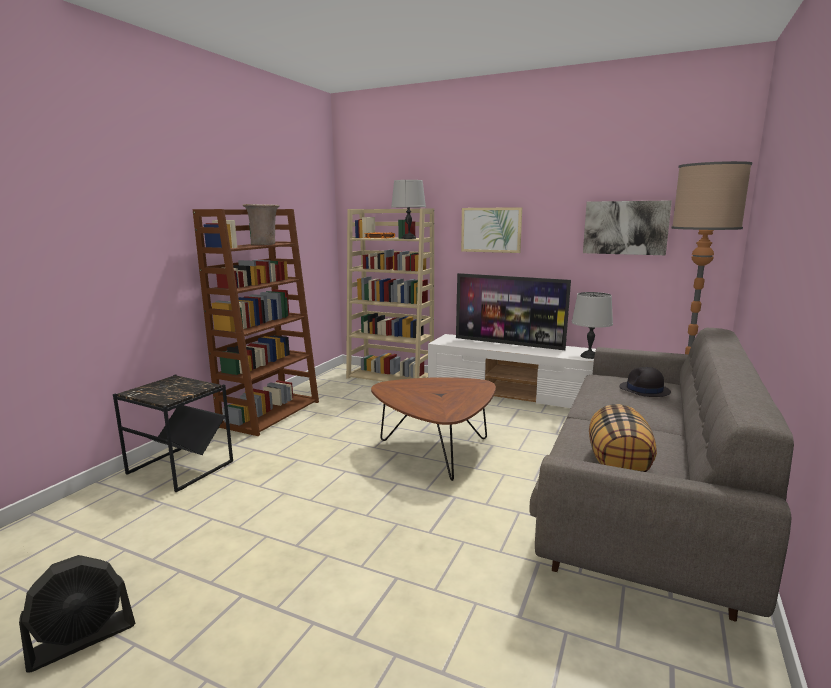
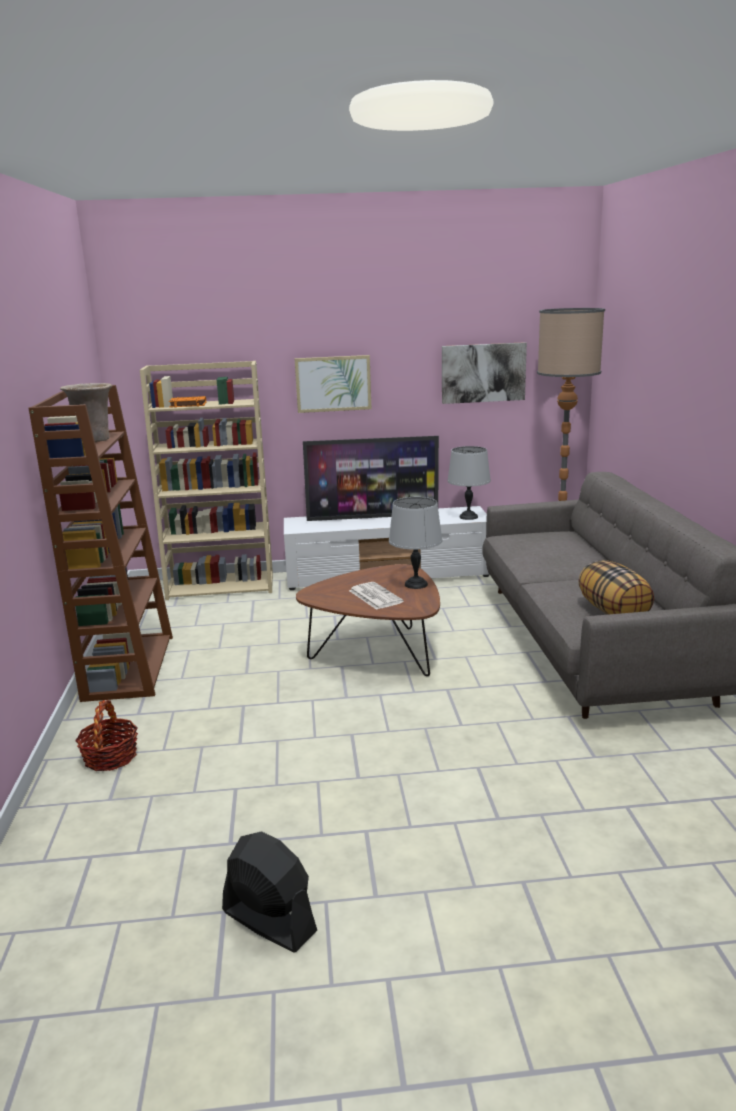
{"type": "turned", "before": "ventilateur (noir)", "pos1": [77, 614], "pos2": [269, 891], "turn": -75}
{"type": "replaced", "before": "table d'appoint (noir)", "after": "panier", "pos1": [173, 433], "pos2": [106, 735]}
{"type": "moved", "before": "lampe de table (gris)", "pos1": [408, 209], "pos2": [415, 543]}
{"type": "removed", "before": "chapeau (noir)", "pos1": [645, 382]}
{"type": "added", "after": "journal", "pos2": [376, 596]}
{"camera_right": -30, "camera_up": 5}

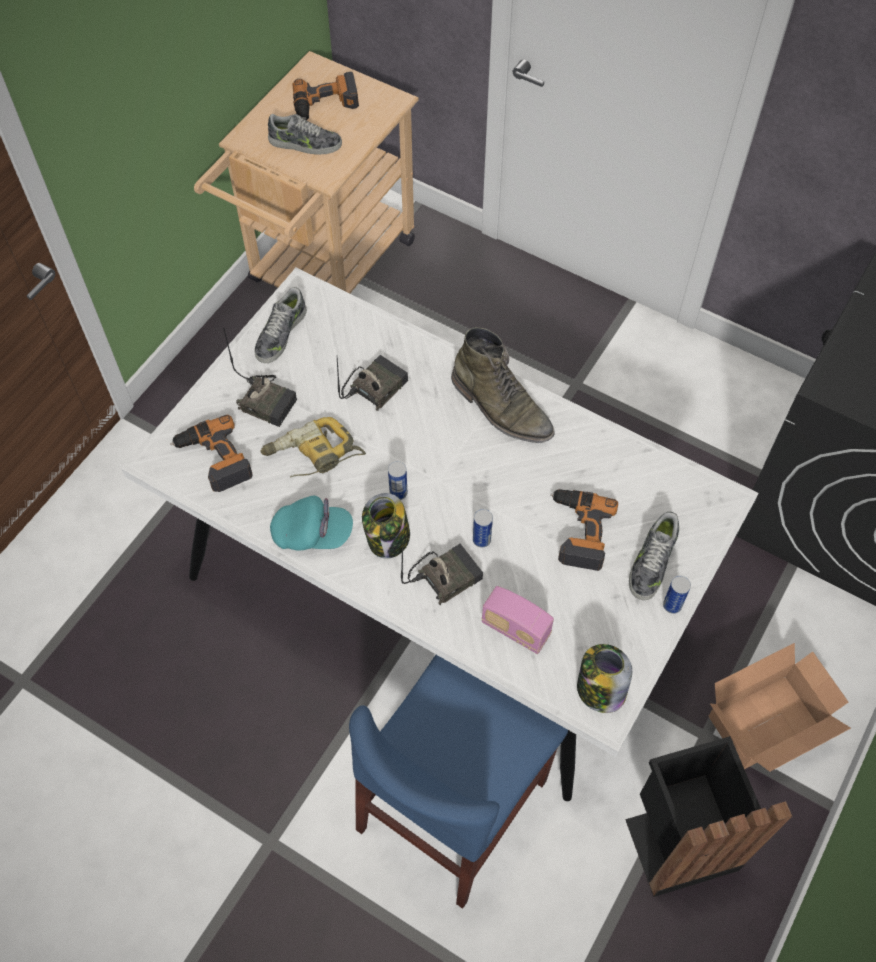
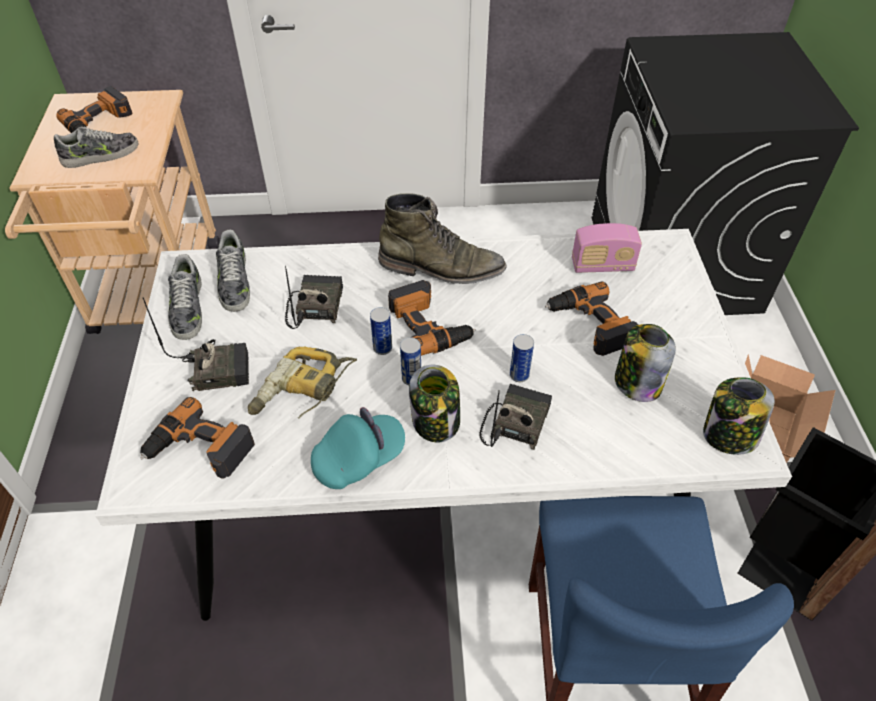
{"type": "moved", "before": "radio", "pos1": [517, 620], "pos2": [607, 248]}
{"type": "moved", "before": "chaussure", "pos1": [654, 556], "pos2": [233, 271]}
{"type": "moved", "before": "boîte métallique", "pos1": [677, 595], "pos2": [381, 331]}
{"type": "added", "after": "perceuse", "pos2": [432, 318]}
{"type": "added", "after": "bocal", "pos2": [645, 363]}
{"camera_right": -35, "camera_up": -10}

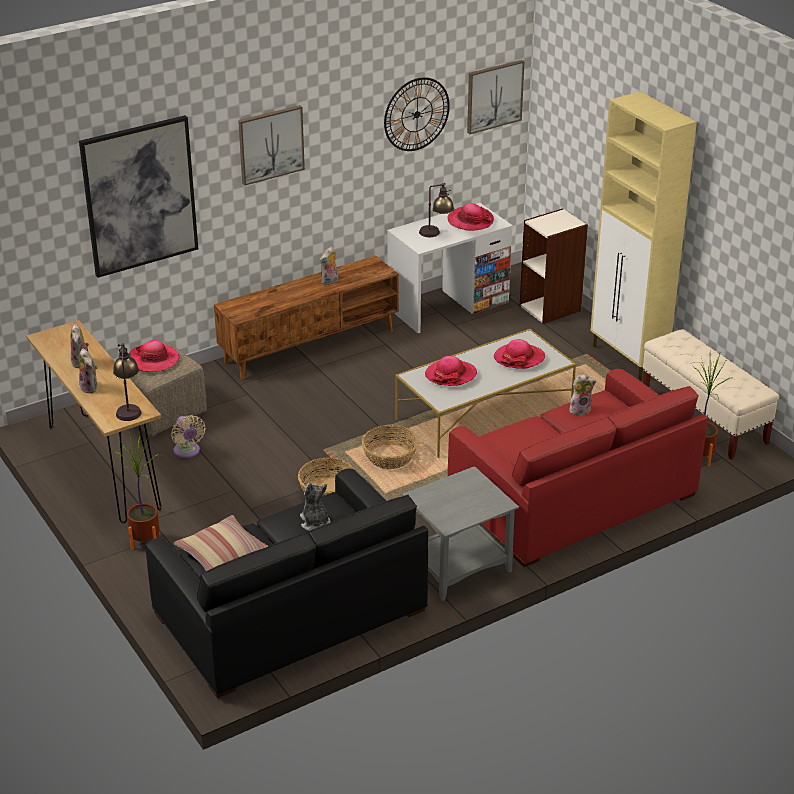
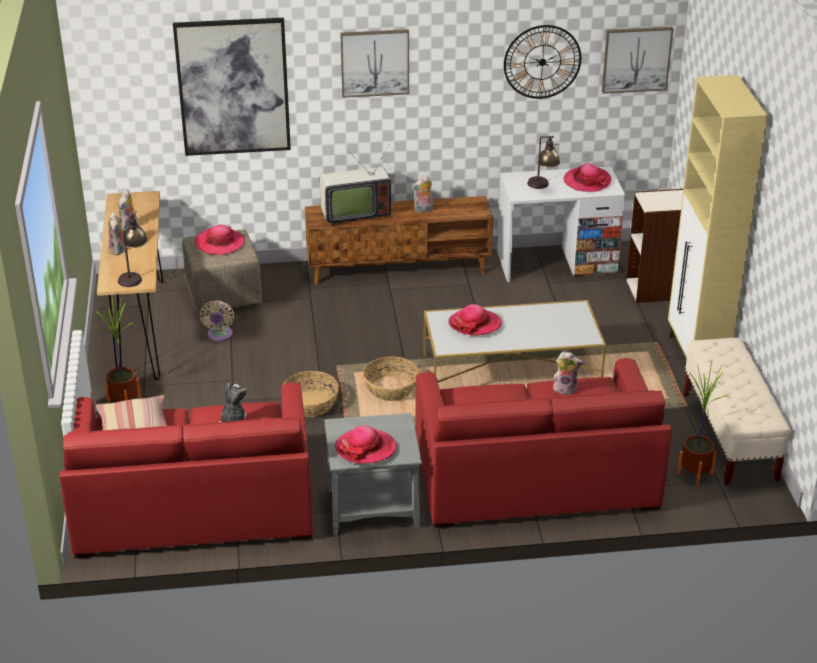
{"type": "recoloured", "before": "canapé (noir)", "after": "canapé (rouge)", "pos1": [286, 583], "pos2": [187, 470]}
{"type": "moved", "before": "chapeau", "pos1": [519, 354], "pos2": [366, 444]}
{"type": "added", "after": "téléviseur", "pos2": [355, 184]}
{"camera_right": 25, "camera_up": 0}

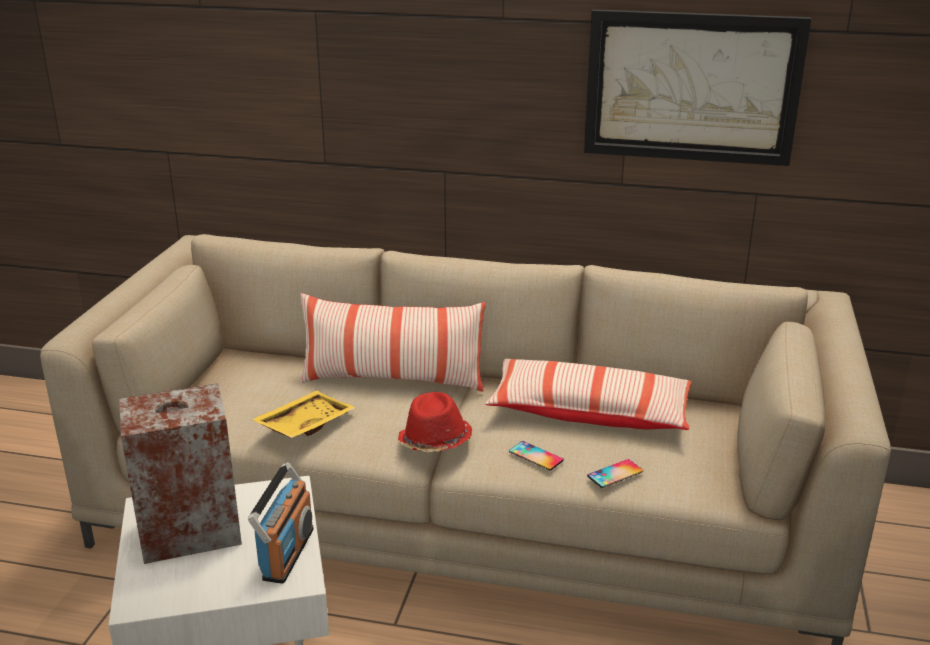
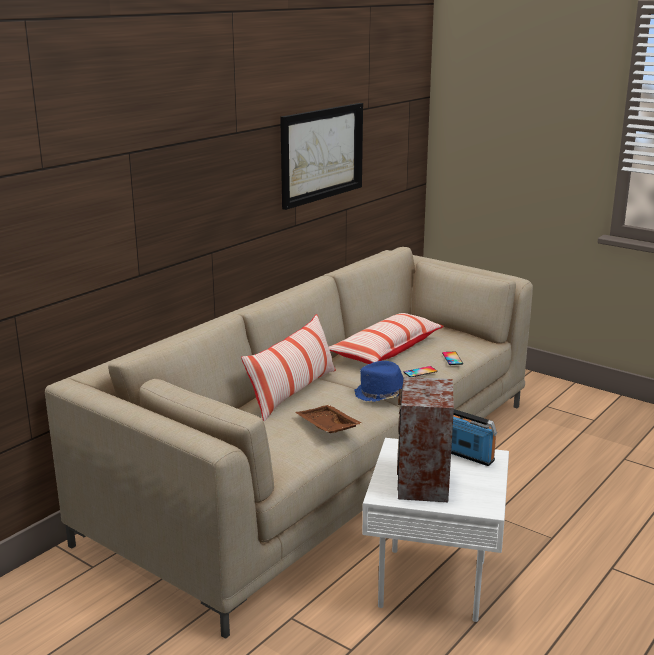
{"type": "recoloured", "before": "plateau (jaune)", "after": "plateau (marron)", "pos1": [303, 414], "pos2": [328, 419]}
{"type": "recoloured", "before": "chapeau (rouge)", "after": "chapeau (bleu)", "pos1": [434, 422], "pos2": [378, 381]}
{"camera_right": -65, "camera_up": -5}

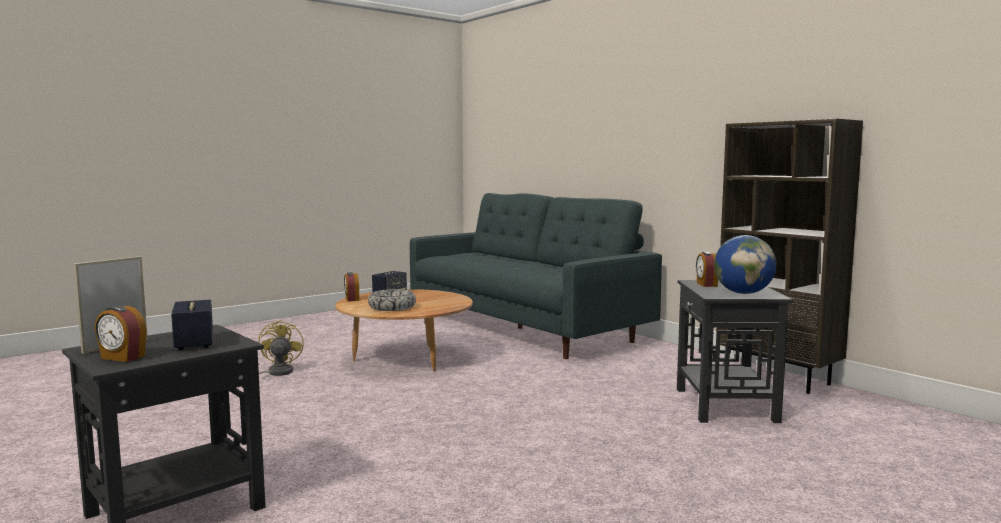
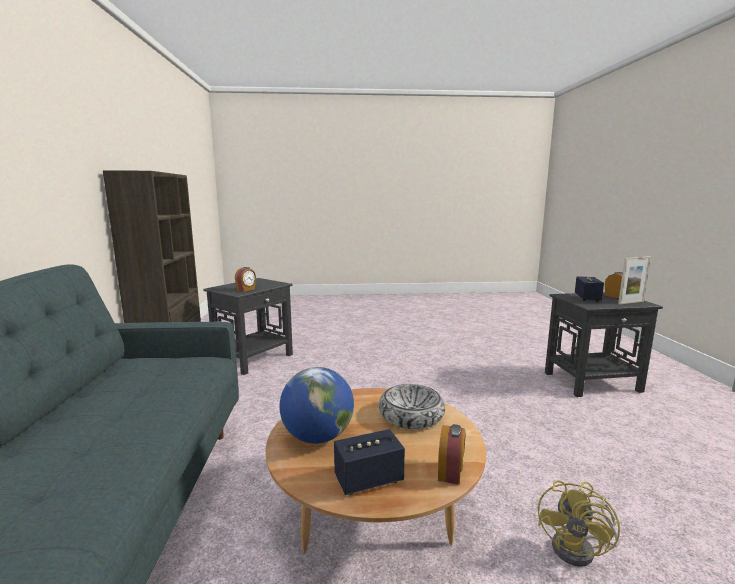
{"type": "moved", "before": "globe", "pos1": [745, 264], "pos2": [316, 405]}
{"camera_right": -145, "camera_up": 5}

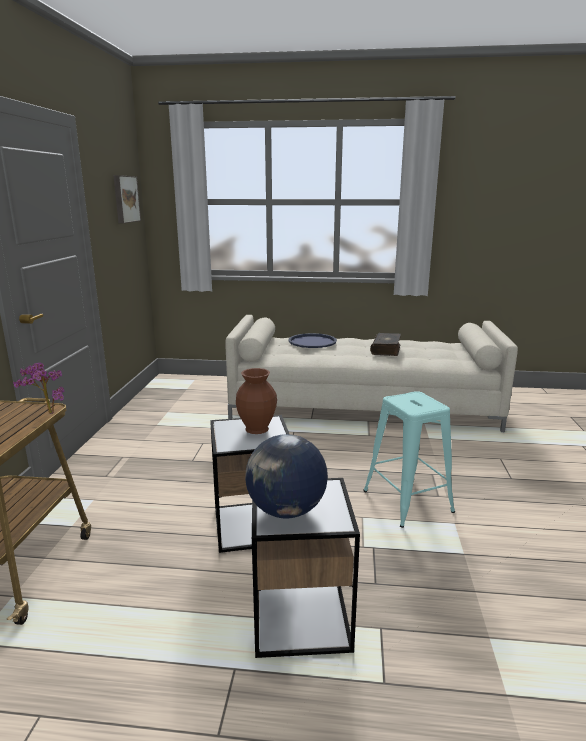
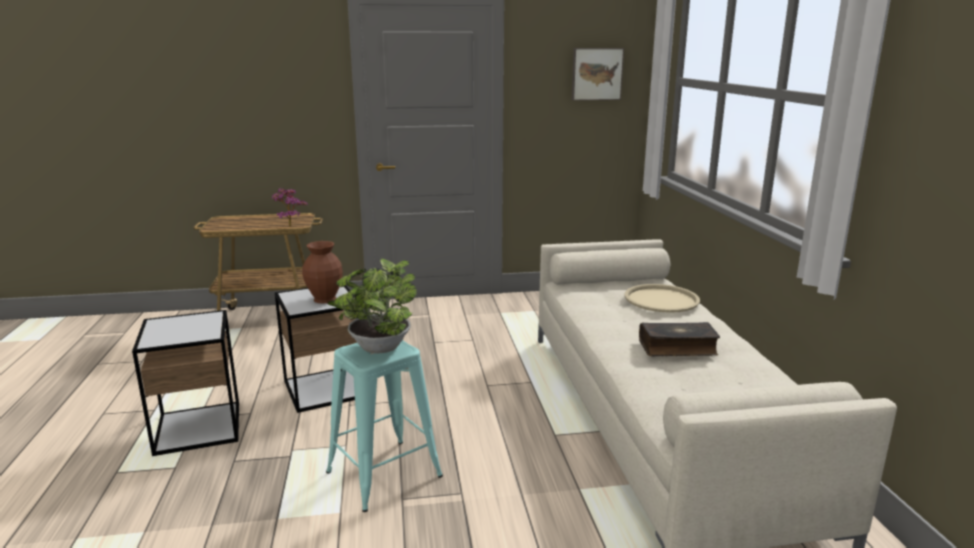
{"type": "removed", "before": "globe", "pos1": [286, 476]}
{"type": "recoloured", "before": "plateau (bleu)", "after": "plateau (beige)", "pos1": [312, 340], "pos2": [662, 298]}
{"type": "added", "after": "plante en pot", "pos2": [372, 306]}
{"camera_right": 75, "camera_up": 0}

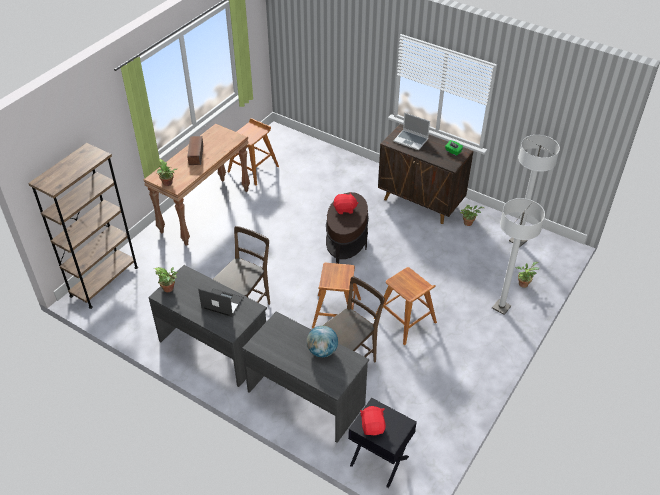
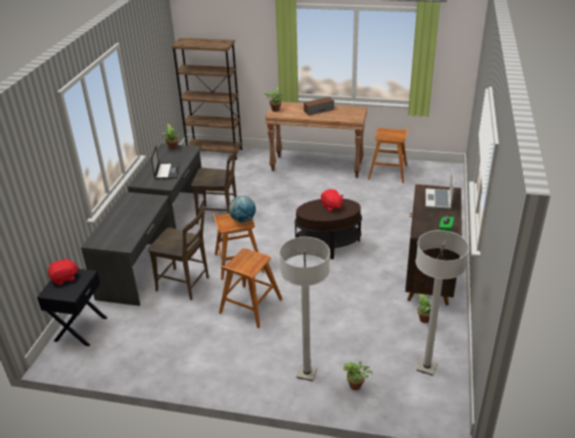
{"type": "moved", "before": "globe", "pos1": [322, 341], "pos2": [242, 208]}
{"camera_right": 70, "camera_up": -10}

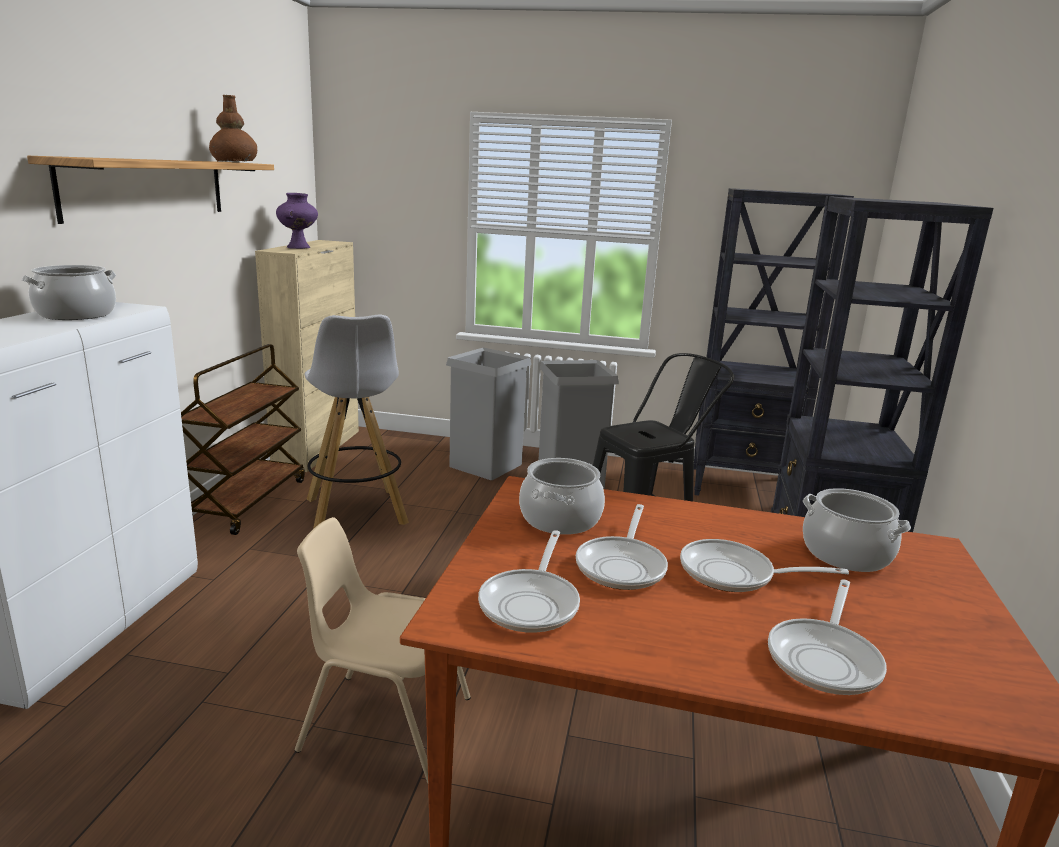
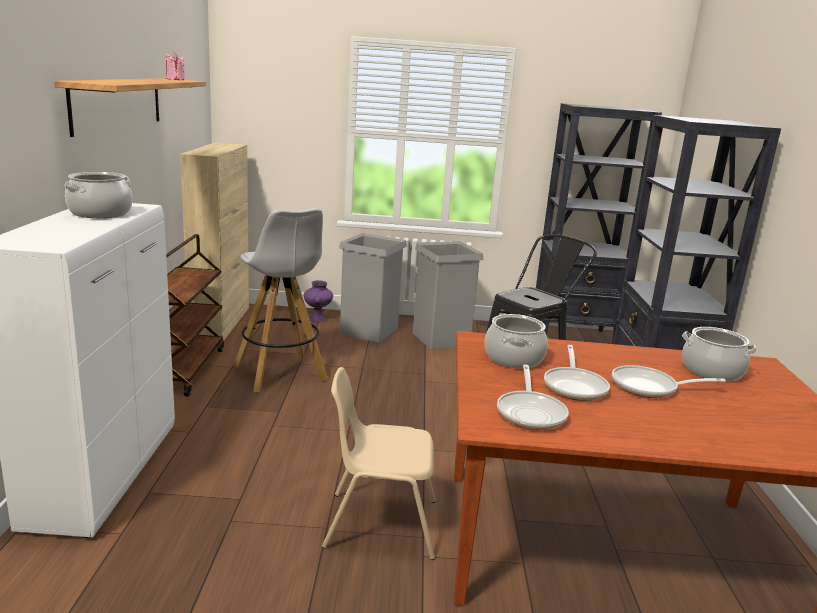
{"type": "replaced", "before": "vase (marron)", "after": "bougie (rose)", "pos1": [233, 128], "pos2": [175, 66]}
{"type": "moved", "before": "vase (violet)", "pos1": [297, 221], "pos2": [318, 301]}
{"type": "removed", "before": "poêle", "pos1": [827, 637]}
{"camera_right": -10, "camera_up": 0}

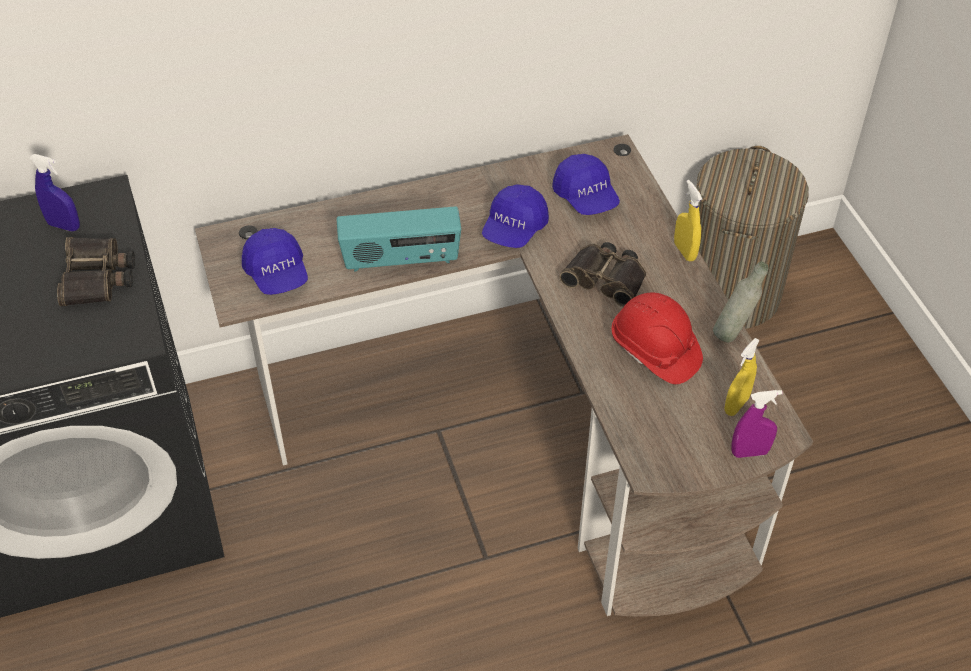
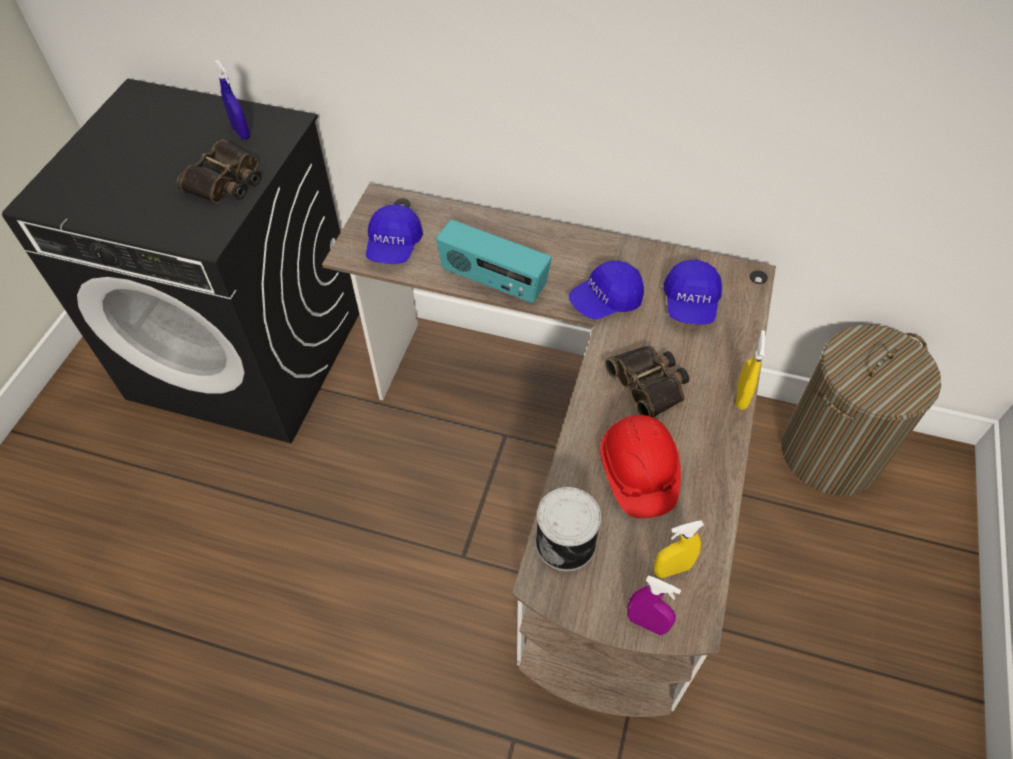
{"type": "removed", "before": "bouteille (gris)", "pos1": [741, 301]}
{"type": "added", "after": "boîte métallique", "pos2": [568, 529]}
{"camera_right": 35, "camera_up": 5}

